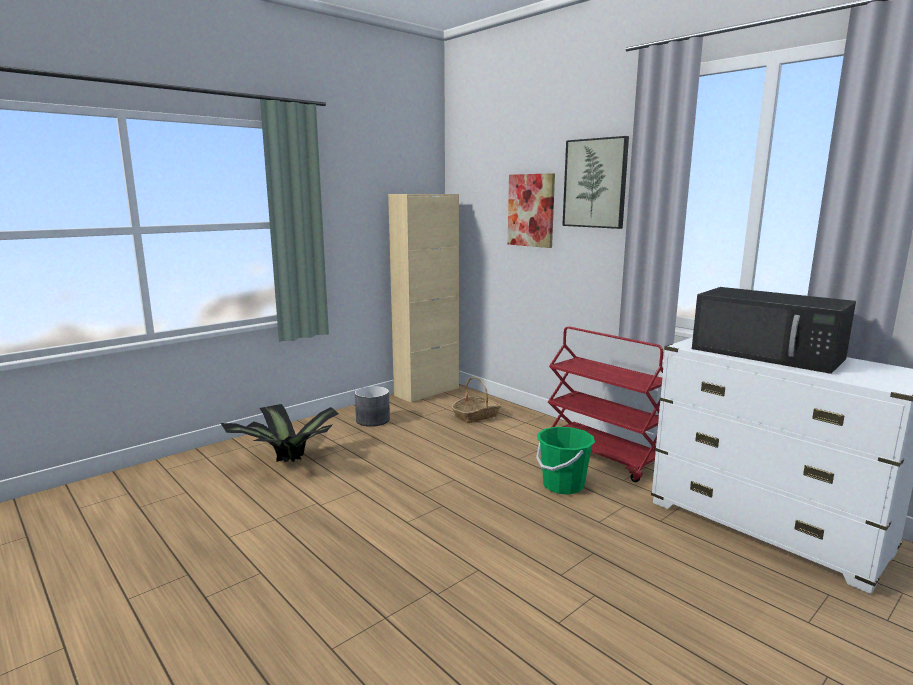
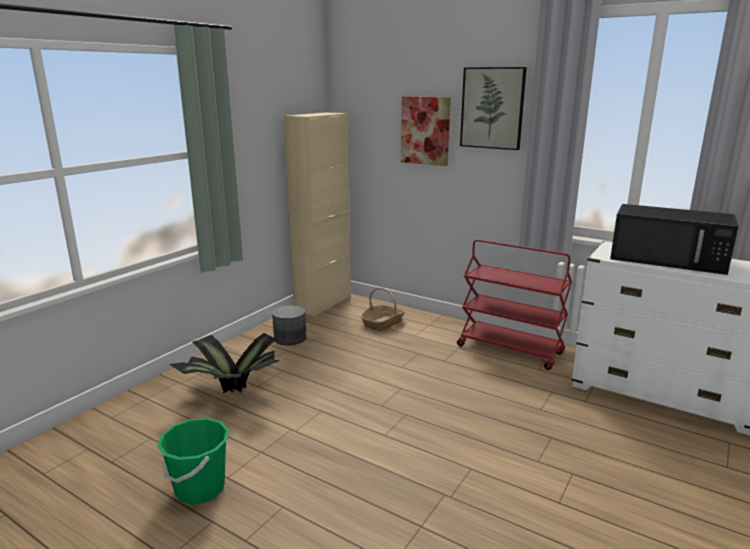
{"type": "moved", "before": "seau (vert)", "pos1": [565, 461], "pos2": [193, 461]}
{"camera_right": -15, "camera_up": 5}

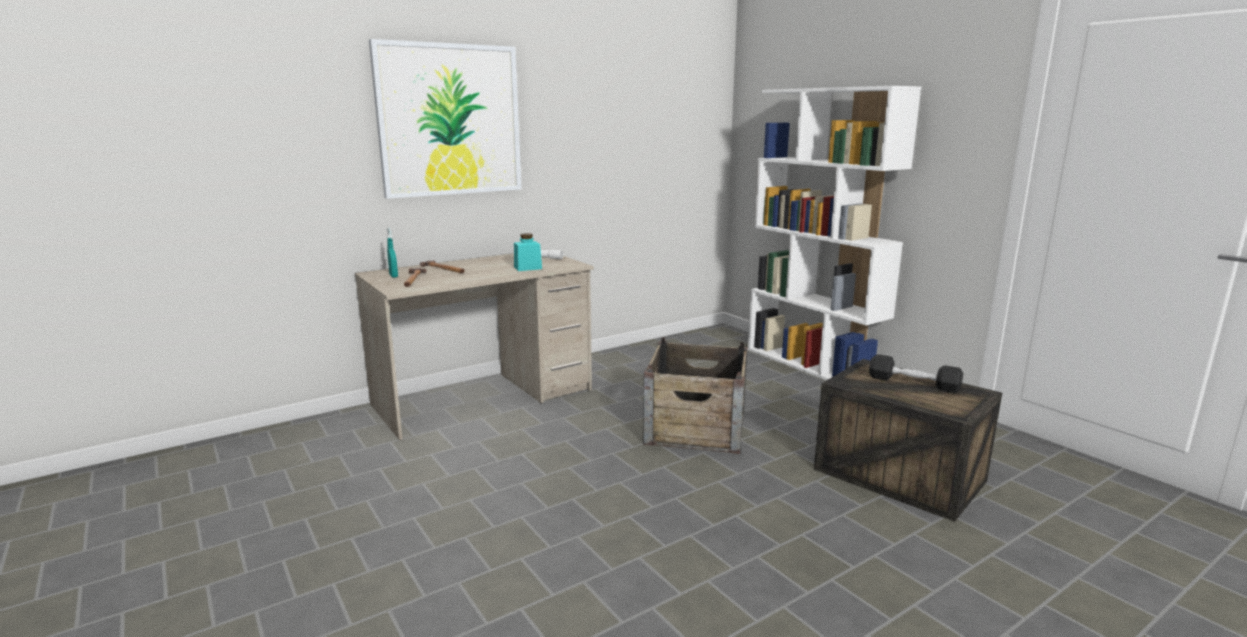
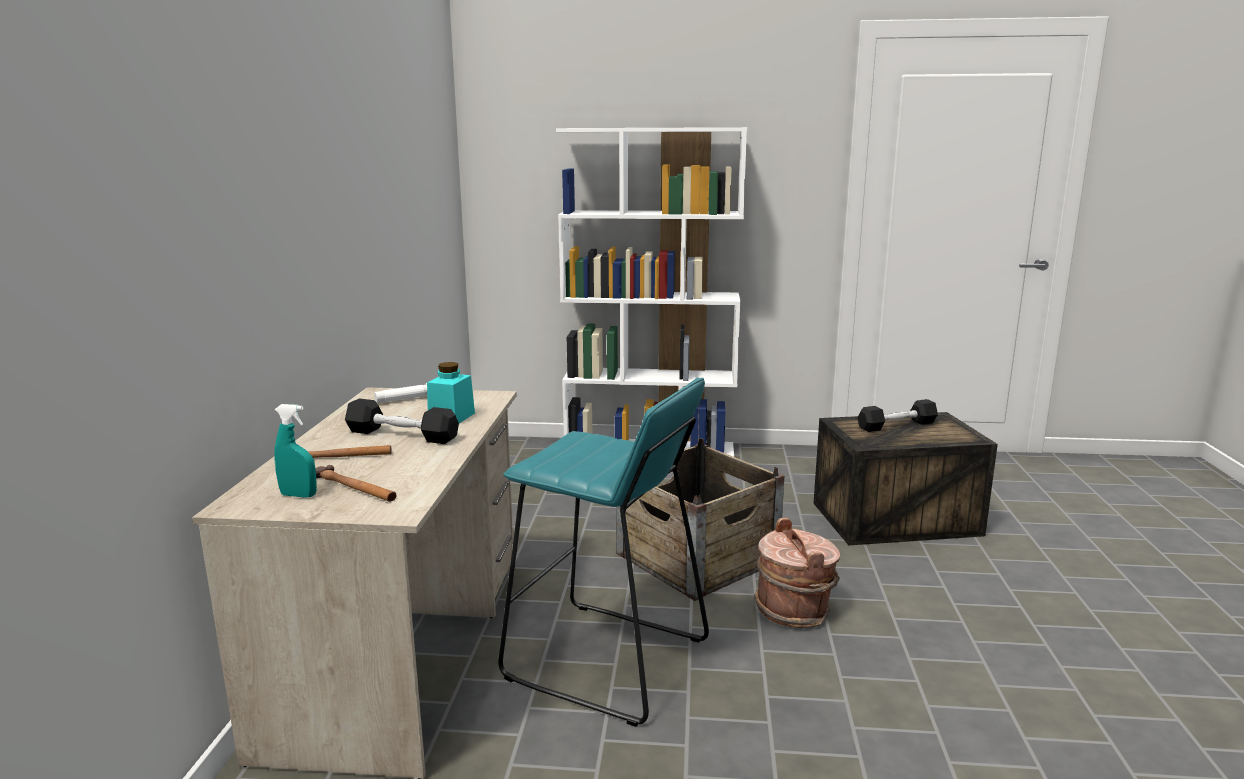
{"type": "removed", "before": "tableau", "pos1": [445, 119]}
{"type": "added", "after": "haltère (noir)", "pos2": [402, 421]}
{"type": "added", "after": "tabouret (turquoise)", "pos2": [603, 552]}
{"type": "added", "after": "seau (marron)", "pos2": [797, 573]}
{"camera_right": -50, "camera_up": 0}

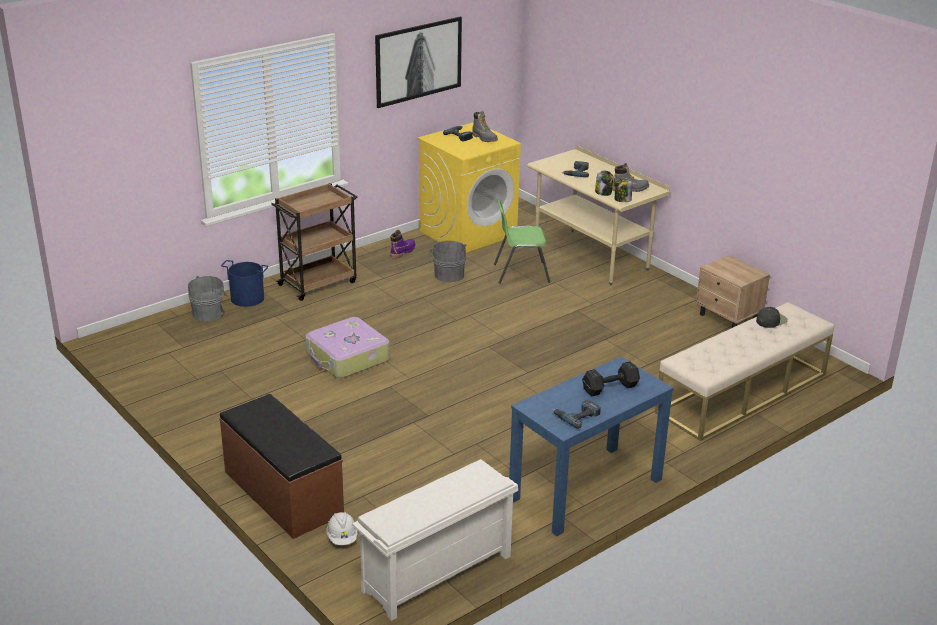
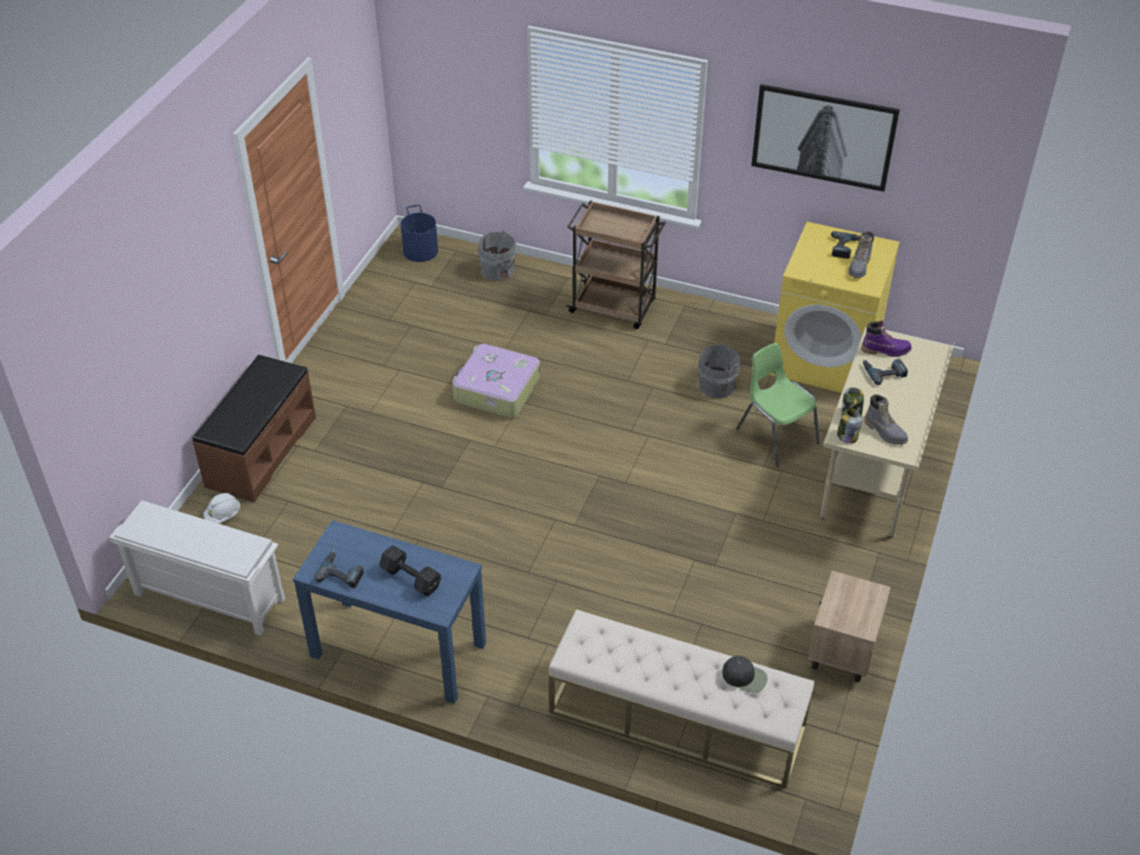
{"type": "moved", "before": "seau (bleu)", "pos1": [245, 283], "pos2": [419, 233]}
{"type": "moved", "before": "botte (violet)", "pos1": [402, 244], "pos2": [886, 338]}
{"camera_right": 60, "camera_up": 15}

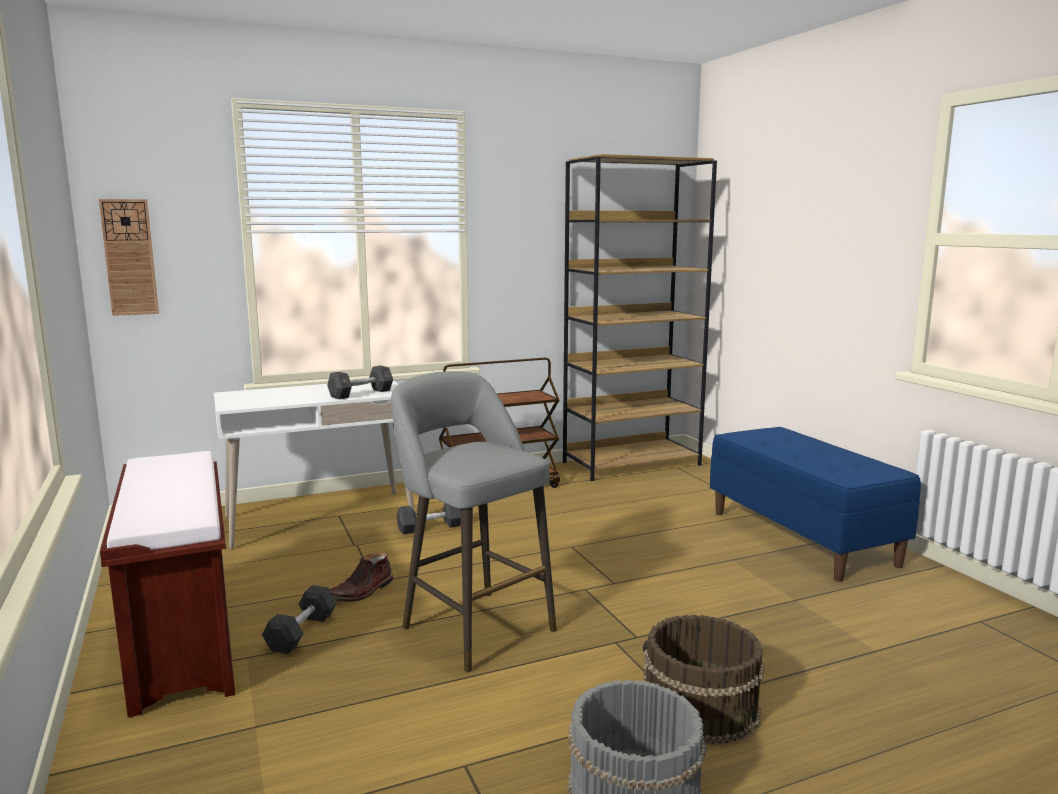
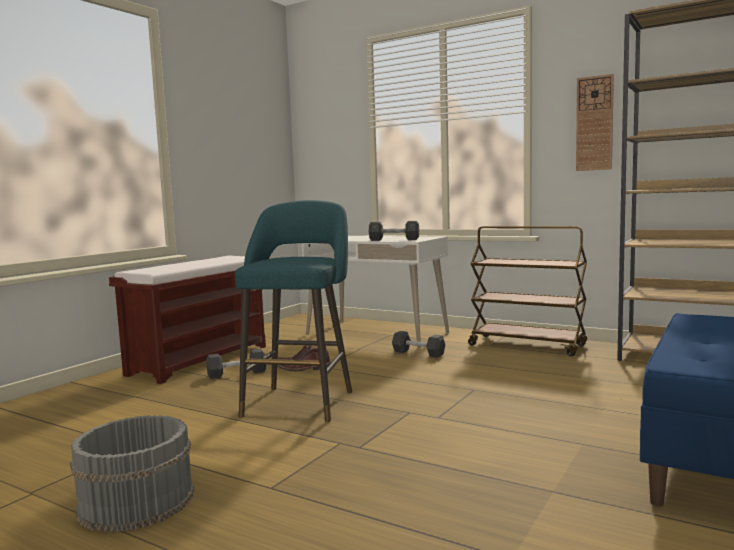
{"type": "moved", "before": "horloge murale", "pos1": [129, 257], "pos2": [595, 122]}
{"type": "recoloured", "before": "tabouret (gris)", "after": "tabouret (turquoise)", "pos1": [474, 521], "pos2": [293, 311]}
{"type": "removed", "before": "seau (marron)", "pos1": [704, 679]}
{"camera_right": 55, "camera_up": -5}

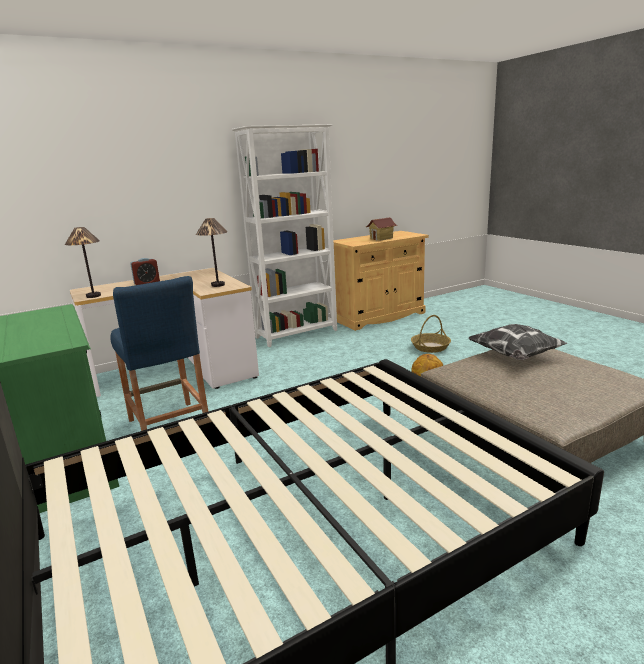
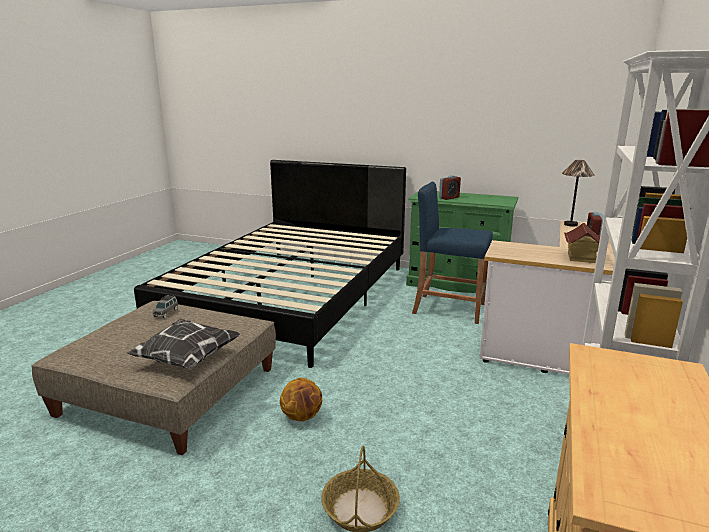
{"type": "removed", "before": "lampe de table", "pos1": [211, 252]}
{"type": "moved", "before": "maison miniature", "pos1": [381, 229], "pos2": [582, 243]}
{"type": "added", "after": "petite voiture (gris)", "pos2": [165, 306]}
{"type": "added", "after": "réveil", "pos2": [450, 187]}
{"camera_right": 140, "camera_up": 0}

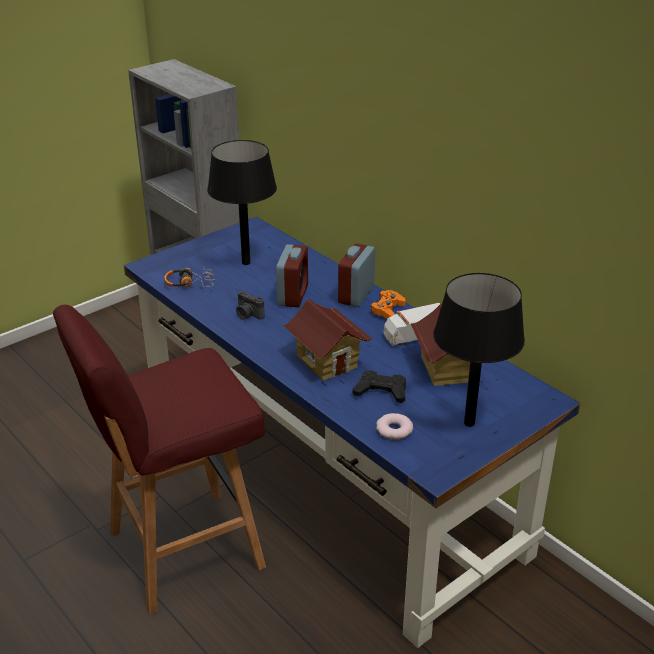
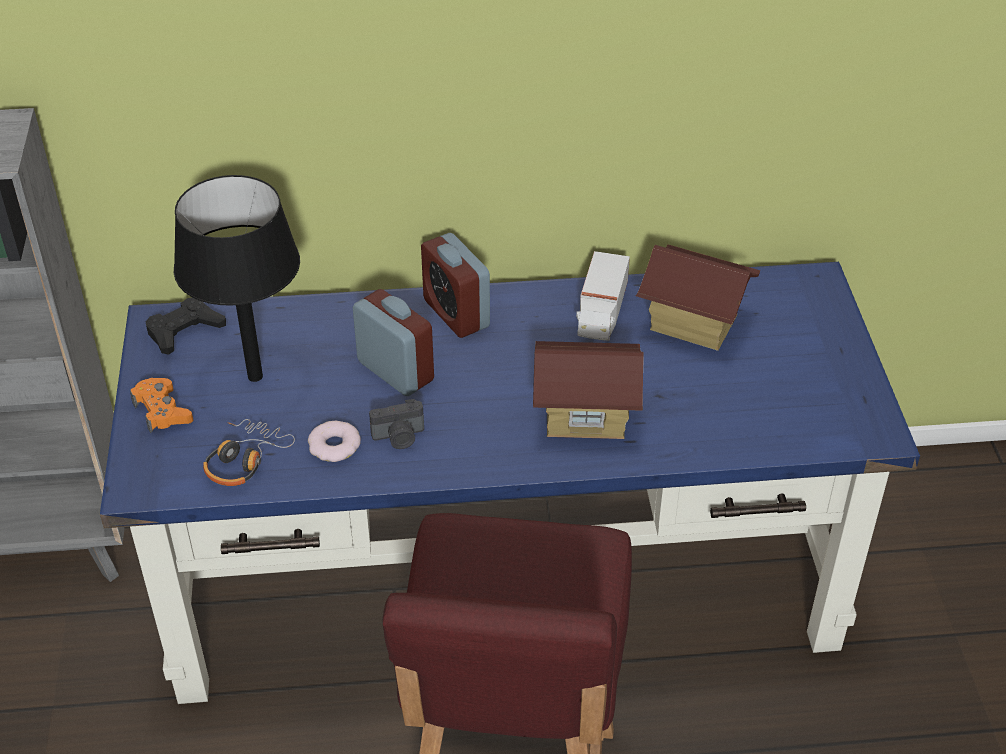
{"type": "moved", "before": "manette (noir)", "pos1": [379, 386], "pos2": [186, 326]}
{"type": "moved", "before": "manette (orange)", "pos1": [388, 304], "pos2": [161, 405]}
{"type": "moved", "before": "beignet", "pos1": [394, 426], "pos2": [334, 441]}
{"type": "removed", "before": "lampe de table (noir)", "pos1": [479, 350]}
{"camera_right": -55, "camera_up": 10}

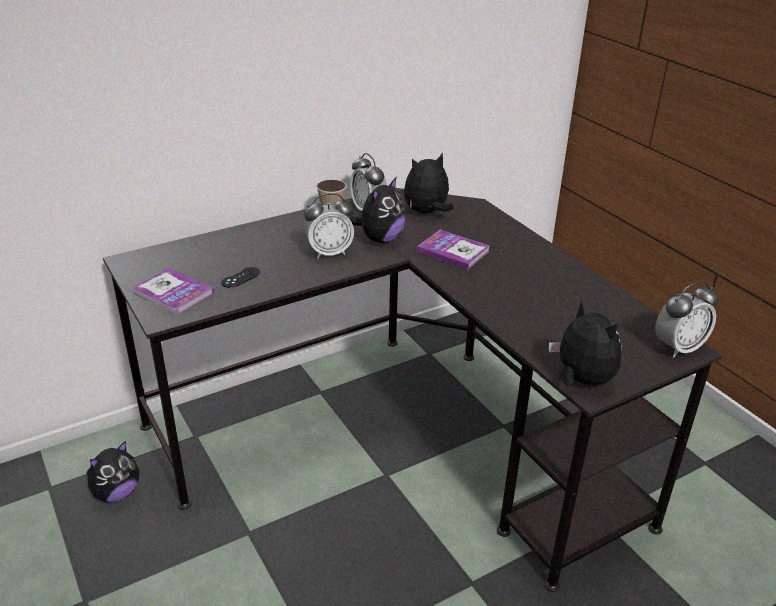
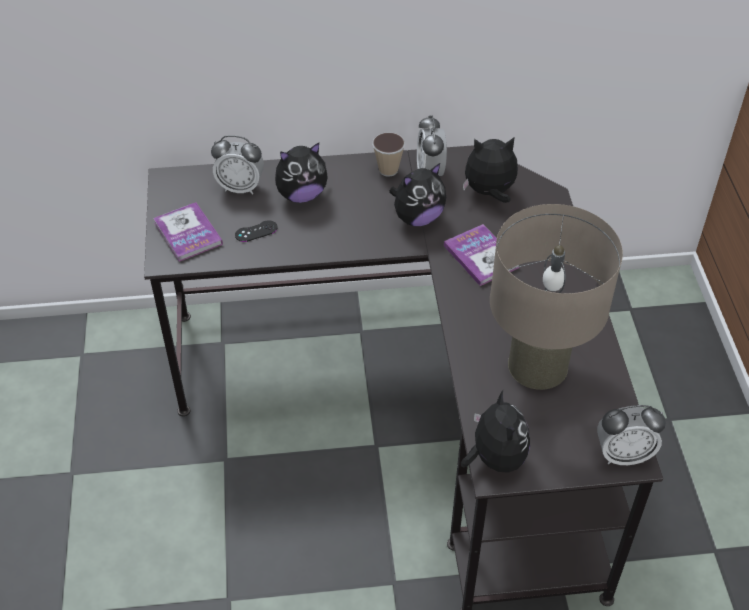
{"type": "moved", "before": "peluche", "pos1": [113, 472], "pos2": [301, 173]}
{"type": "moved", "before": "réveil", "pos1": [329, 225], "pos2": [237, 165]}
{"type": "added", "after": "lampe de table (beige)", "pos2": [556, 297]}
{"camera_right": 25, "camera_up": 15}

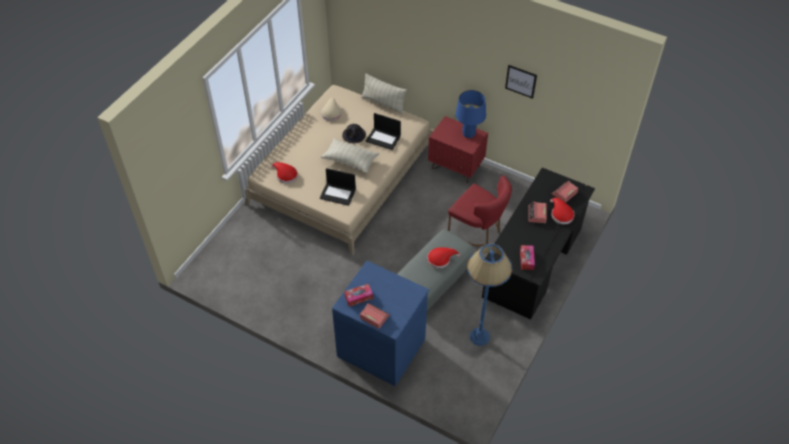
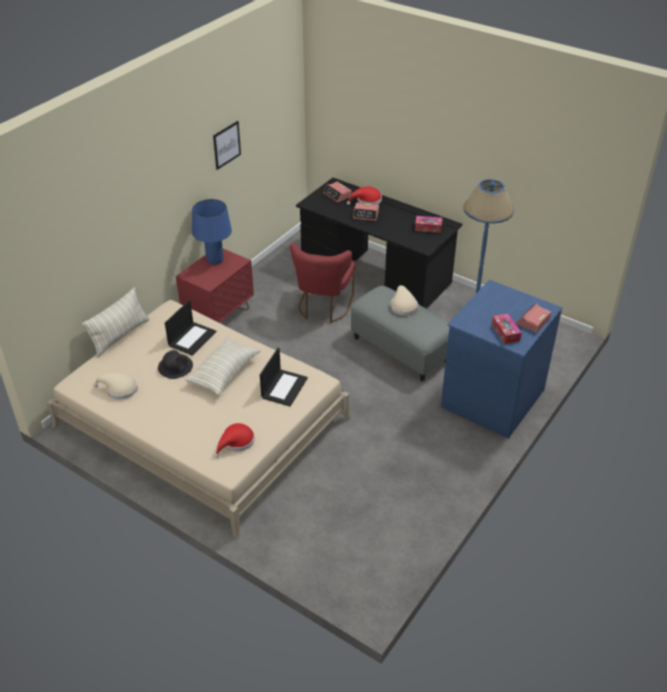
{"type": "recoloured", "before": "chapeau (rouge)", "after": "chapeau (beige)", "pos1": [443, 258], "pos2": [404, 300]}
{"type": "turned", "before": "chaise (rouge)", "pos1": [480, 210], "pos2": [323, 283], "turn": 150}
{"camera_right": -85, "camera_up": -10}

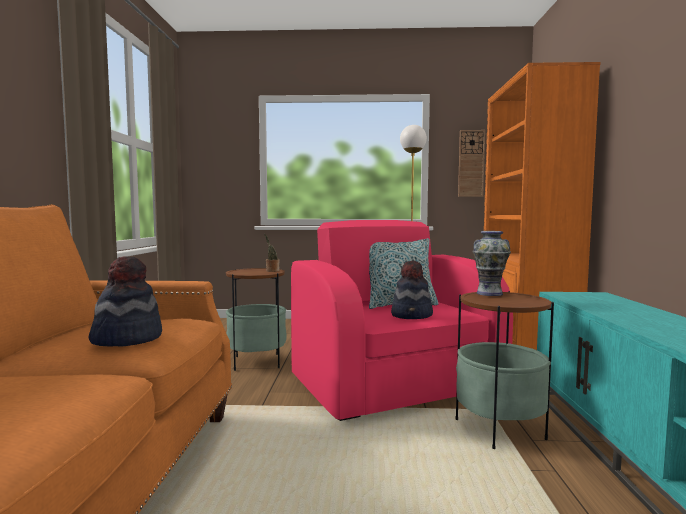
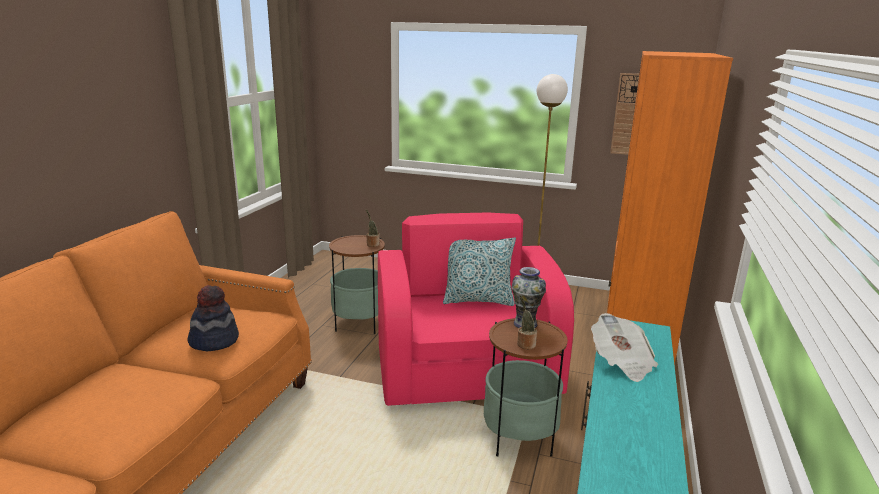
{"type": "removed", "before": "chapeau", "pos1": [412, 290]}
{"type": "added", "after": "plante en pot", "pos2": [527, 322]}
{"type": "added", "after": "journal", "pos2": [624, 347]}
{"camera_right": 15, "camera_up": 15}

